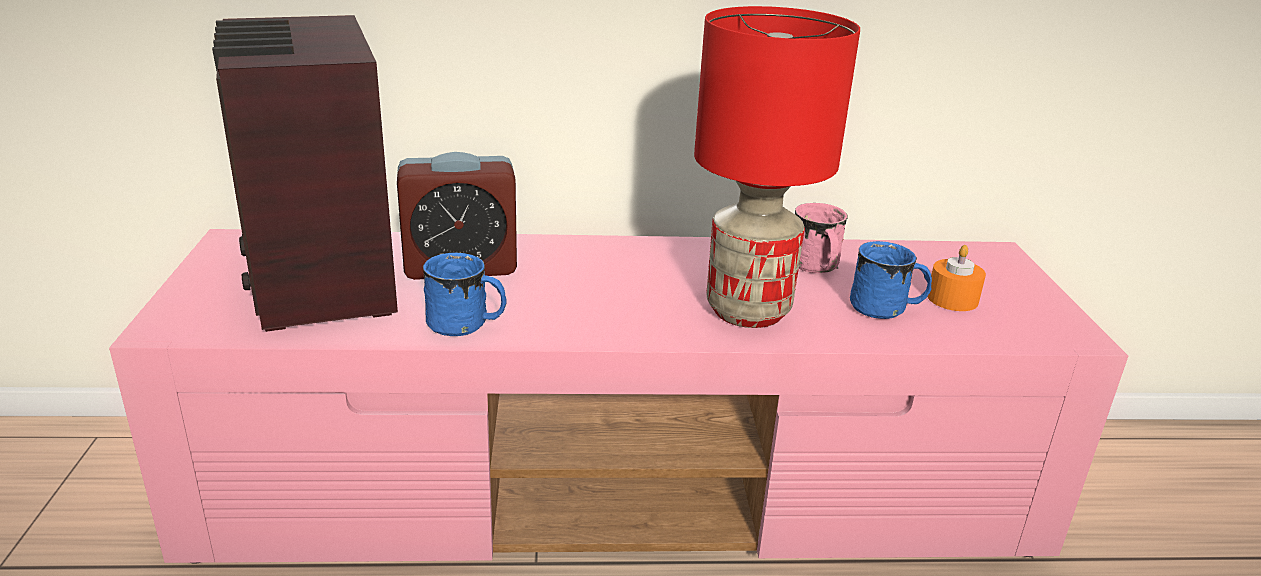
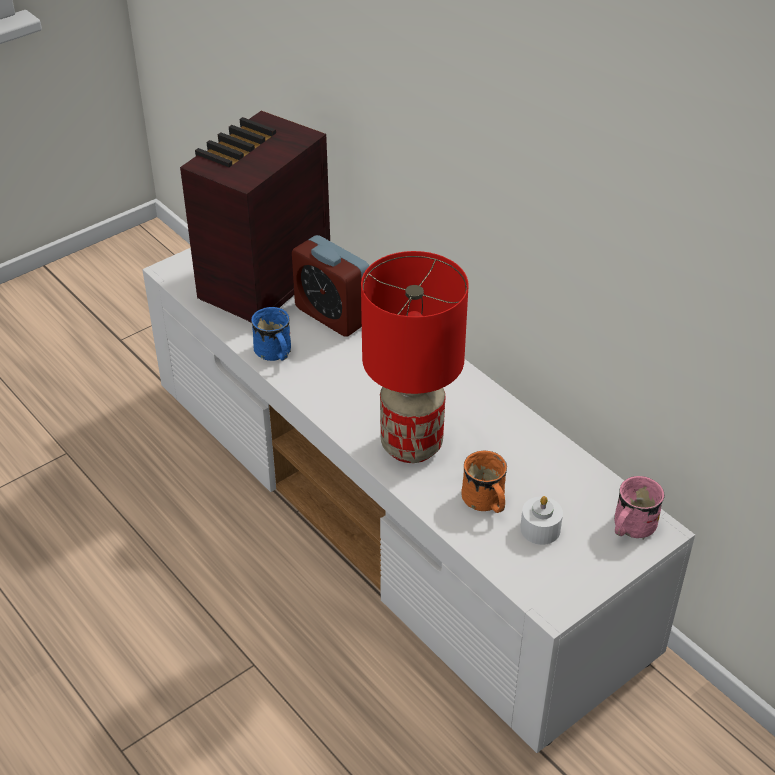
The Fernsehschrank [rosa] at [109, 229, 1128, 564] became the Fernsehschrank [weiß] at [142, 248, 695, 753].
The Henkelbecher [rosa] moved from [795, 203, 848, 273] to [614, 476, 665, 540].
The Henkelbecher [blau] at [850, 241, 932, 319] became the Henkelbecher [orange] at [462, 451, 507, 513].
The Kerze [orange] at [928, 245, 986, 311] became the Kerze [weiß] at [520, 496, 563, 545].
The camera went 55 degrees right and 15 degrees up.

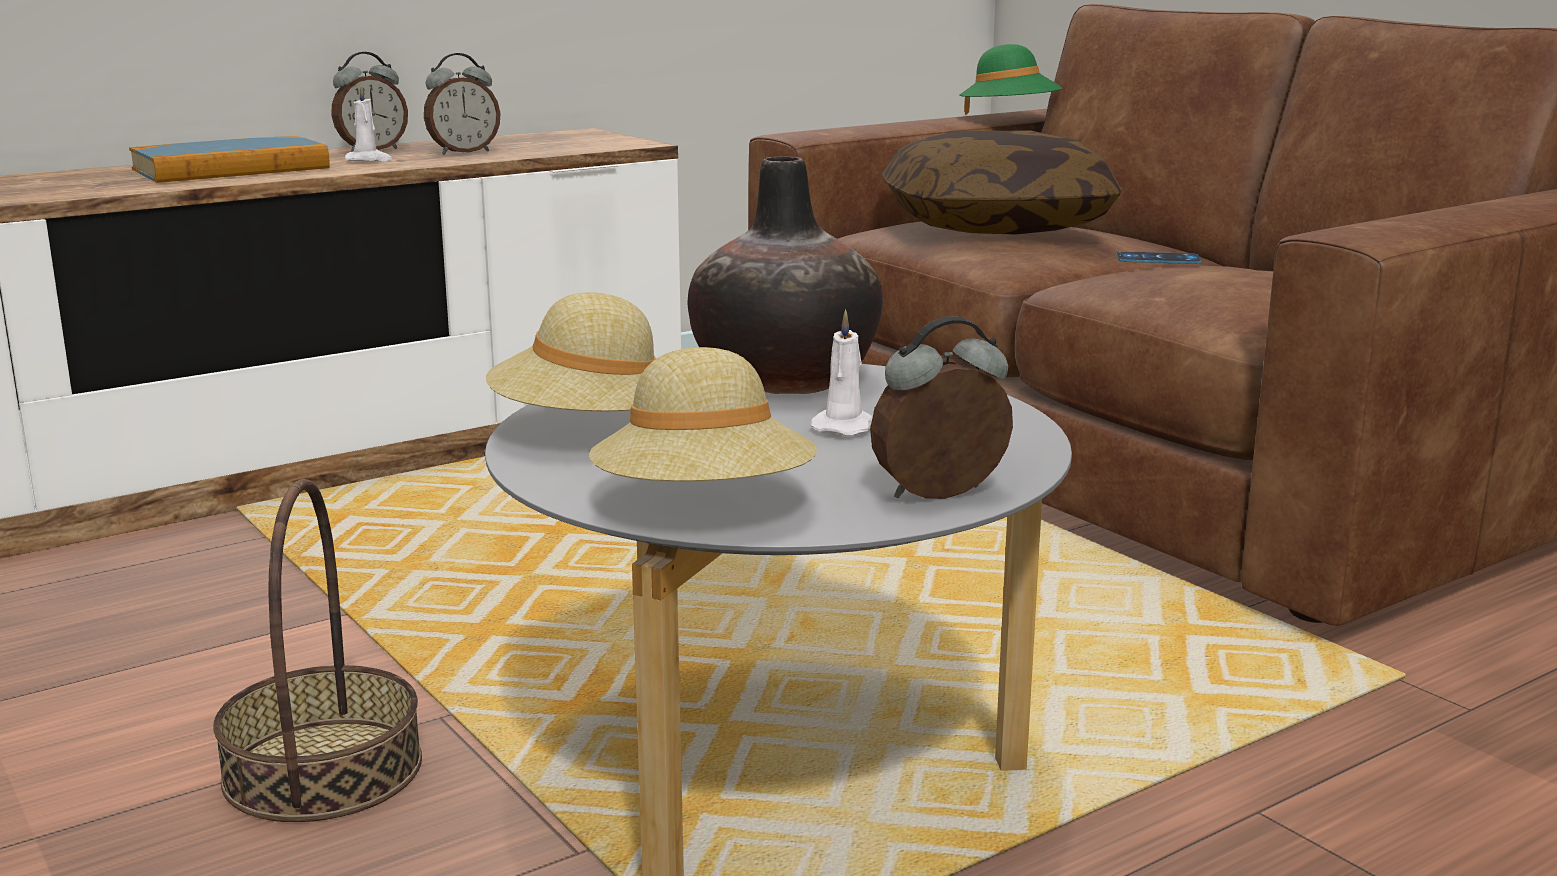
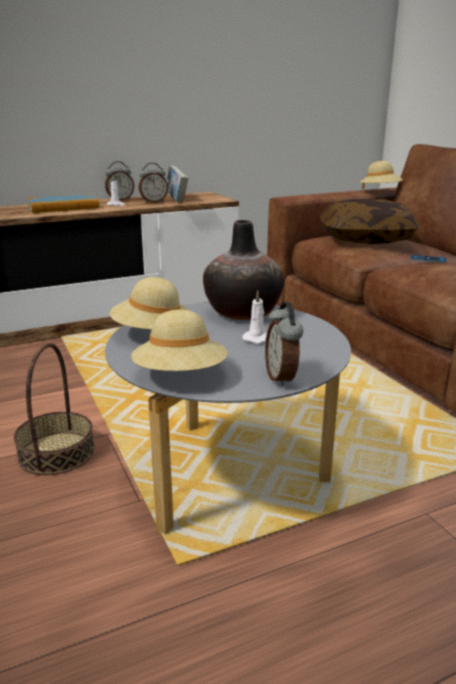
The Wecker at [870, 316, 1013, 499] turned 90 degrees counterclockwise.
The Hut [grün] at [960, 44, 1062, 115] became the Hut [beige] at [360, 161, 403, 190].
The Buch at [167, 165, 189, 203] appeared.
The camera went 10 degrees right and 5 degrees up.

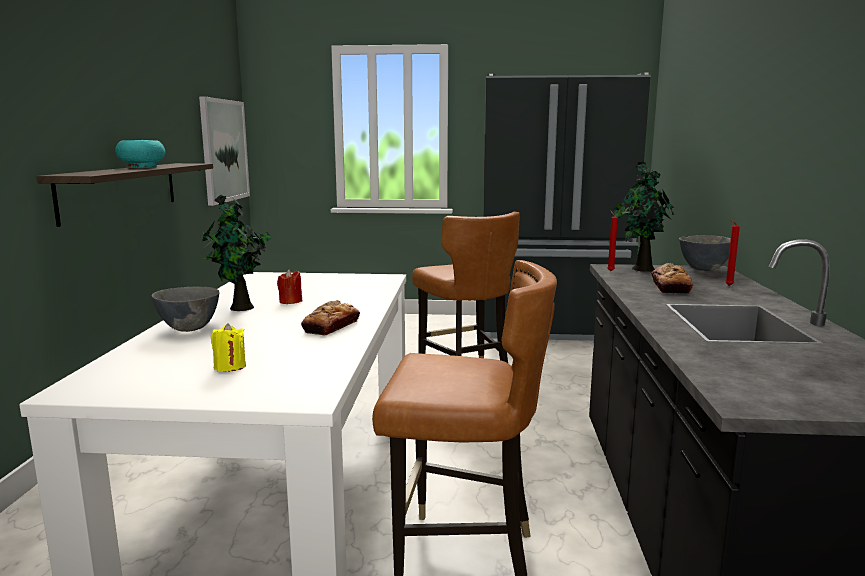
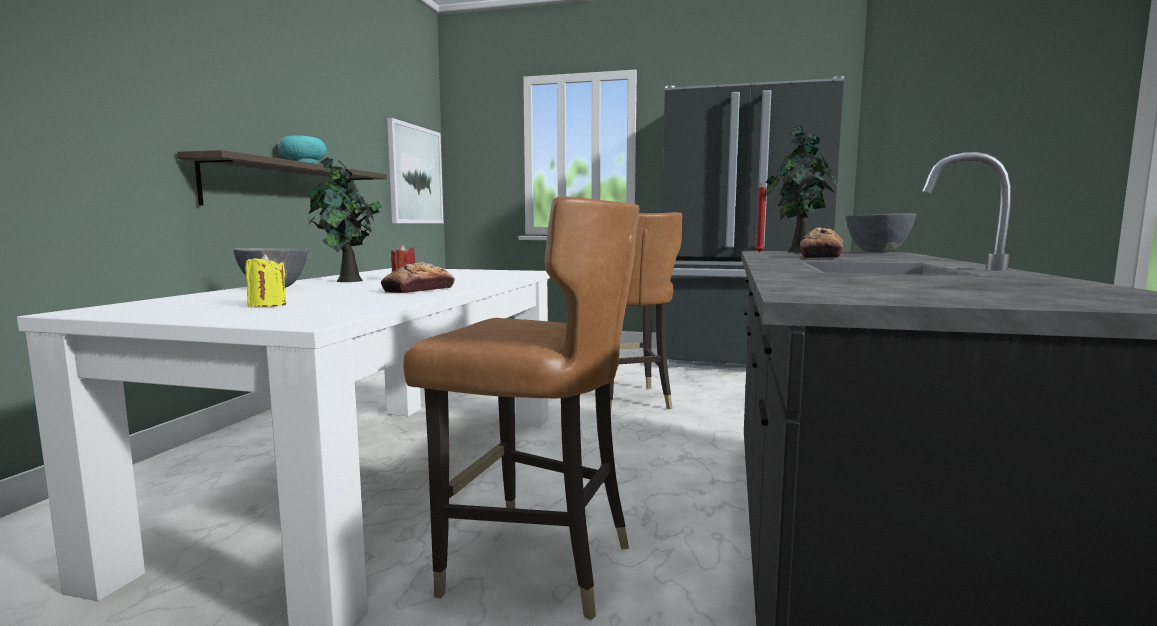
The Kerze [rot] at [725, 219, 740, 286] disappeared.
The camera went 10 degrees right and 5 degrees down.

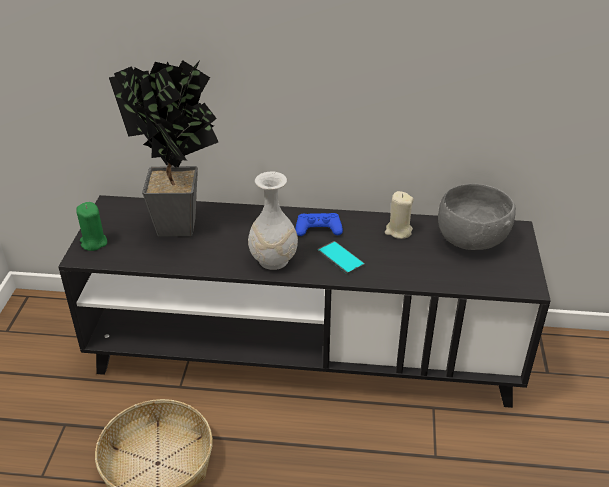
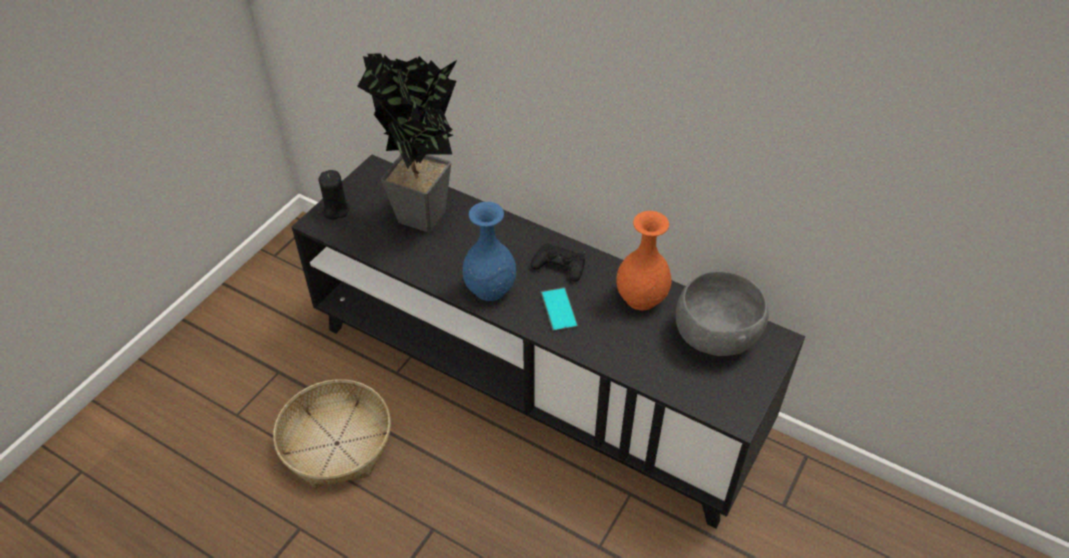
The Kerze [grün] at [76, 202, 107, 251] became the Kerze [schwarz] at [319, 170, 350, 220].
The Vase [weiß] at [248, 172, 298, 270] became the Vase [blau] at [462, 202, 516, 301].
The Gamepad [blau] at [295, 213, 343, 236] became the Gamepad [schwarz] at [531, 244, 585, 282].
The Kerze [beige] at [385, 191, 414, 239] was replaced by the Vase [orange] at [616, 211, 672, 310].
The camera went 25 degrees right and 10 degrees up.

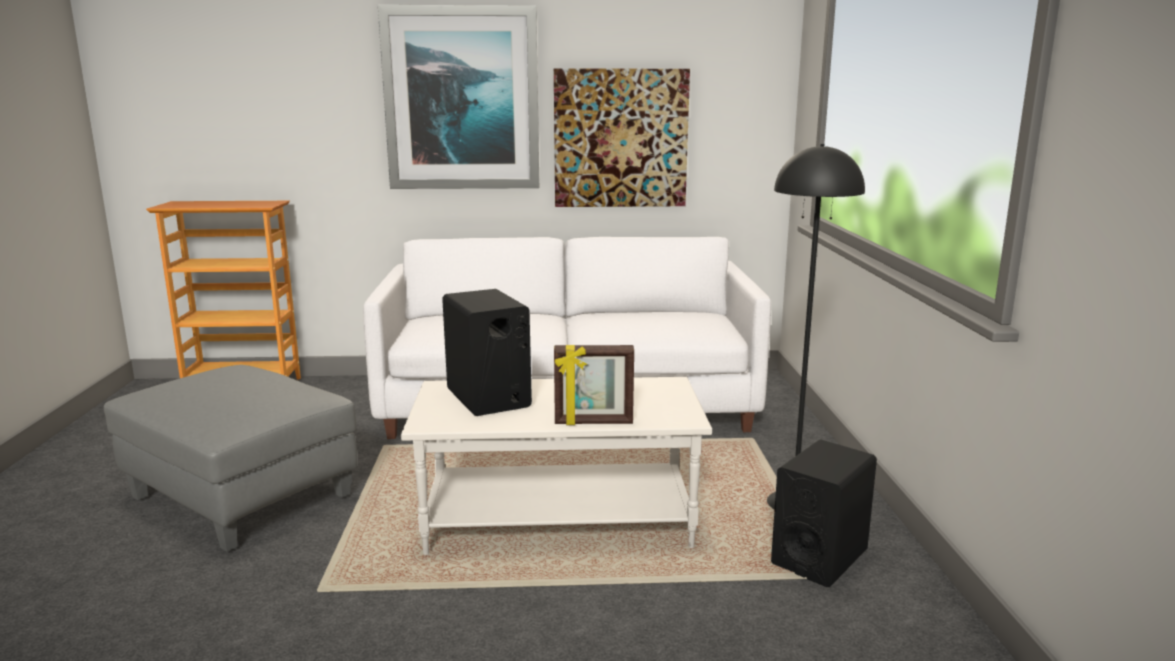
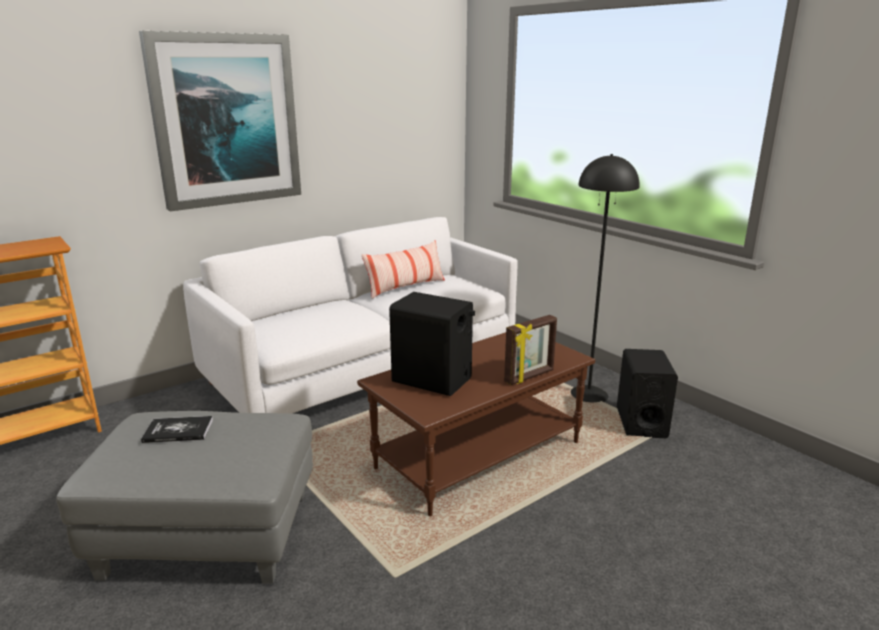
The Couchtisch [weiß] at [401, 377, 712, 555] became the Couchtisch [braun] at [357, 332, 595, 516].
The Bild at [554, 69, 690, 207] disappeared.
The Buch at [141, 416, 213, 443] appeared.
The Kissen at [361, 240, 445, 299] appeared.
The camera went 35 degrees left and 5 degrees up.

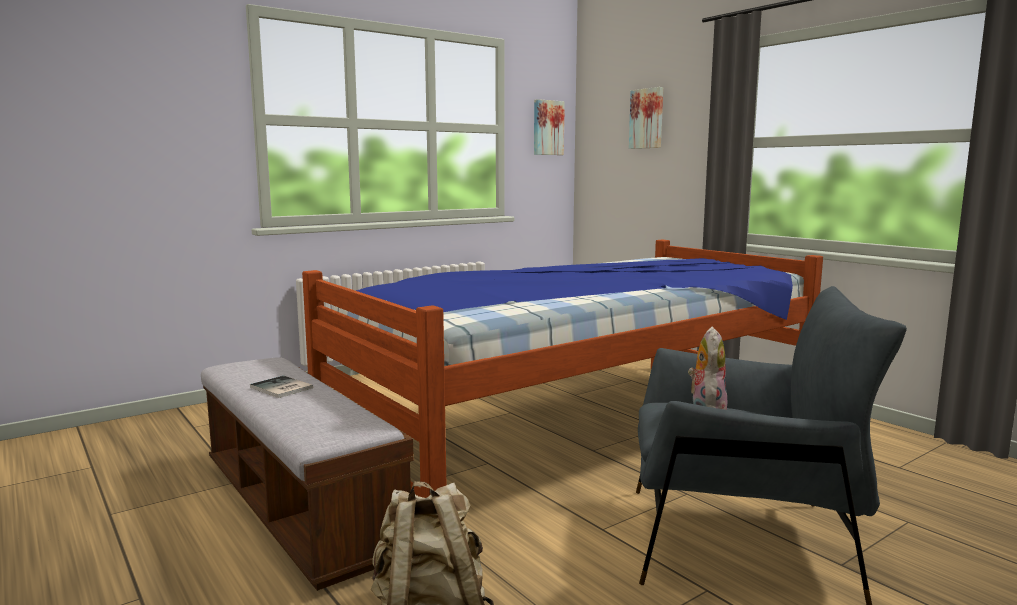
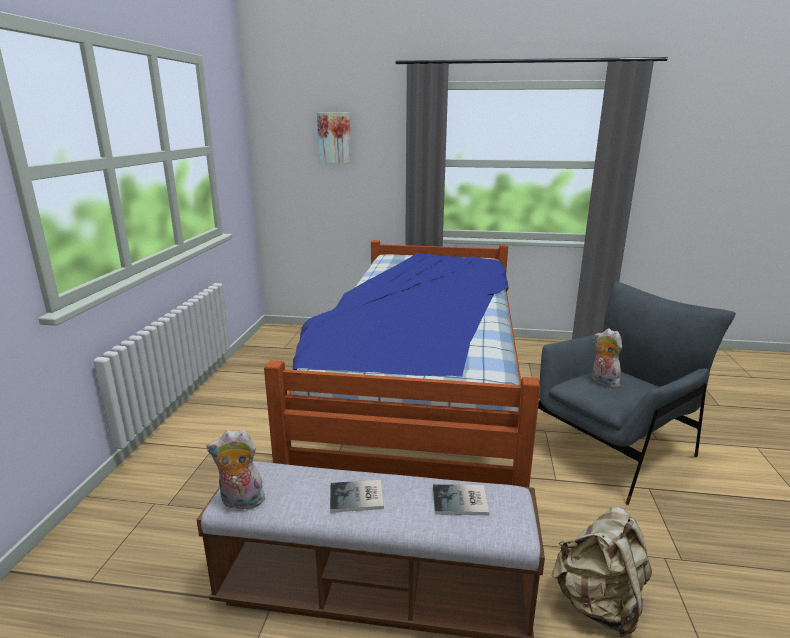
The Bild at [534, 99, 565, 155] disappeared.
The Plüschtier at [207, 429, 267, 511] appeared.
The Buch at [433, 484, 489, 515] appeared.
The camera went 45 degrees left and 10 degrees up.

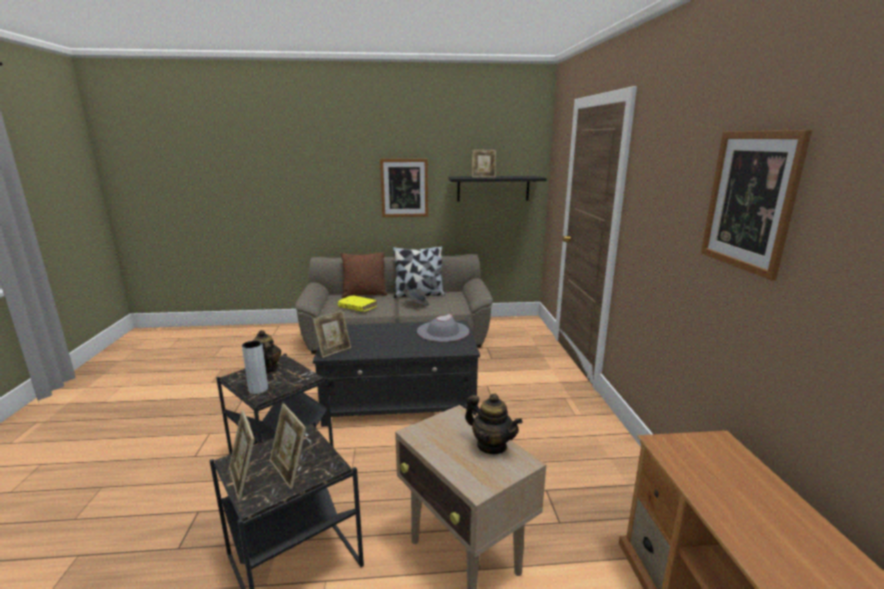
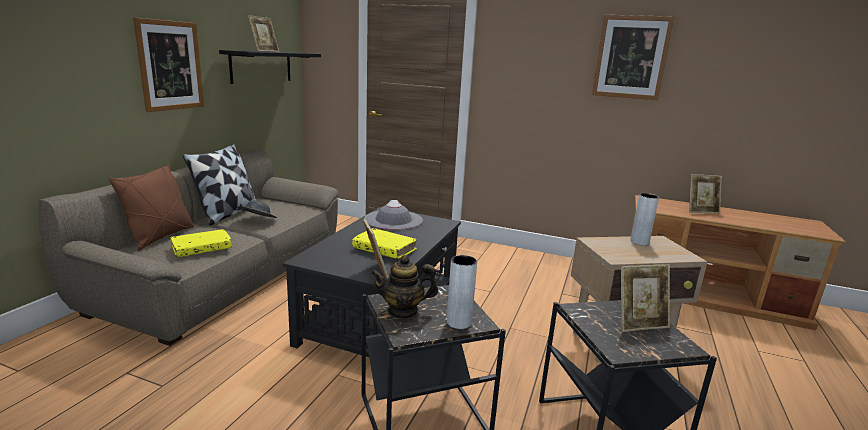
The Bilderrahmen moved from [229, 410, 254, 501] to [689, 174, 722, 214].
The Teekanne at [465, 393, 523, 454] was replaced by the Vase [grau] at [630, 193, 659, 245].
The Buch [gelb] at [352, 228, 417, 259] appeared.
The camera went 65 degrees left and 0 degrees up.

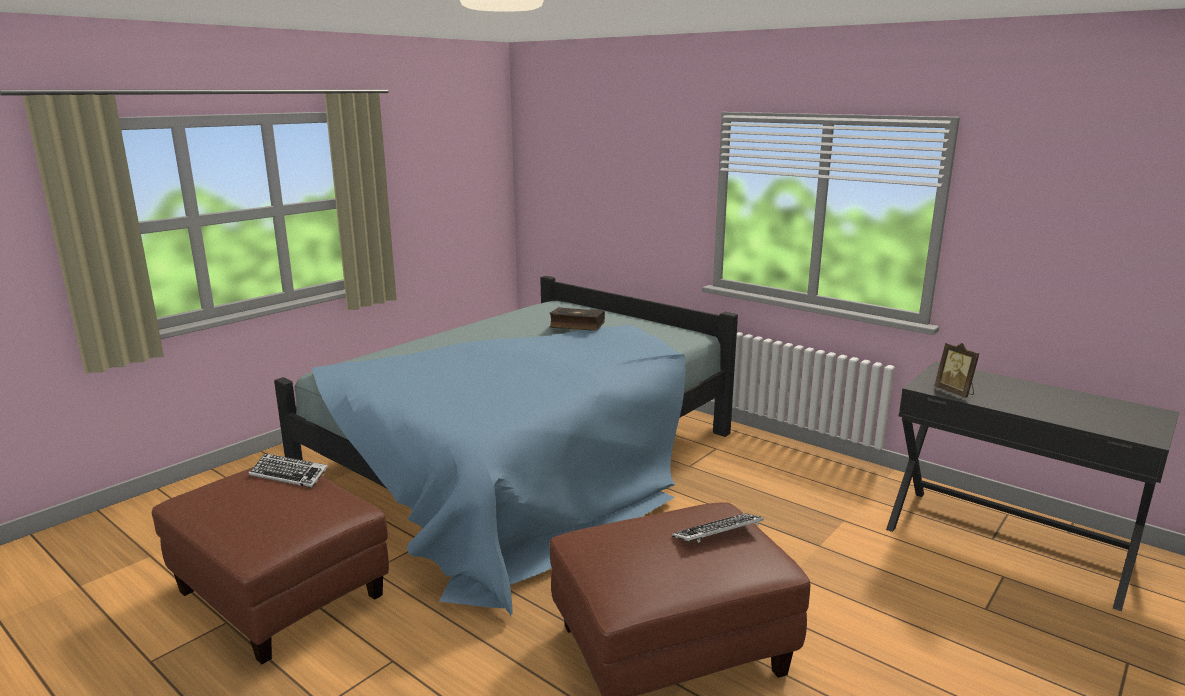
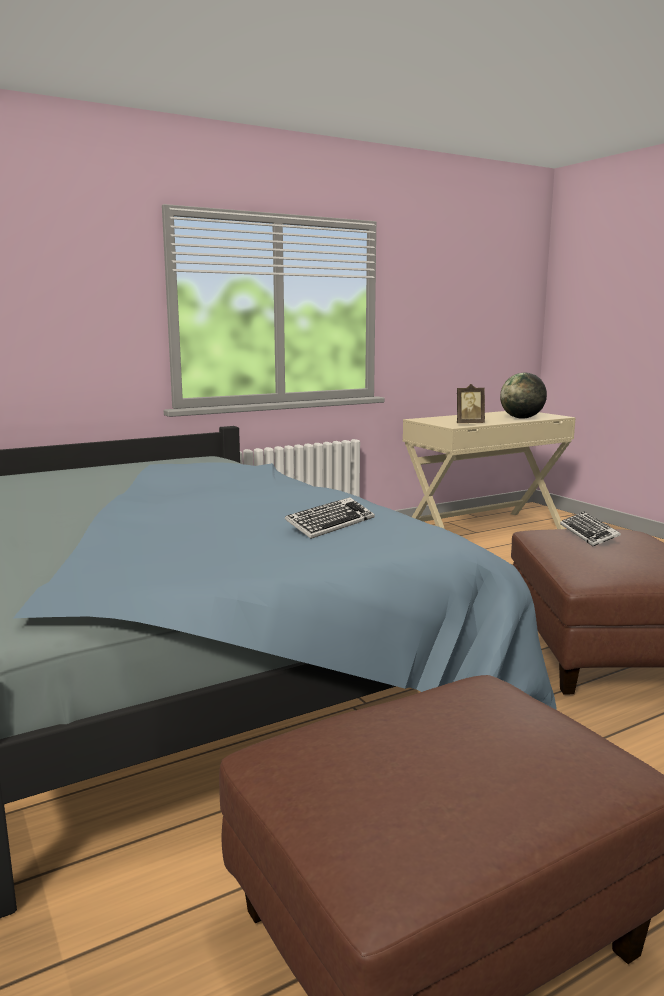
The Tastatur moved from [249, 453, 328, 488] to [285, 497, 375, 539].
The Buch at [550, 307, 605, 331] disappeared.
The Schreibtisch [schwarz] at [886, 362, 1179, 611] became the Schreibtisch [beige] at [403, 411, 576, 529].
The Globus at [500, 373, 547, 419] appeared.
The camera went 70 degrees left and 5 degrees down.

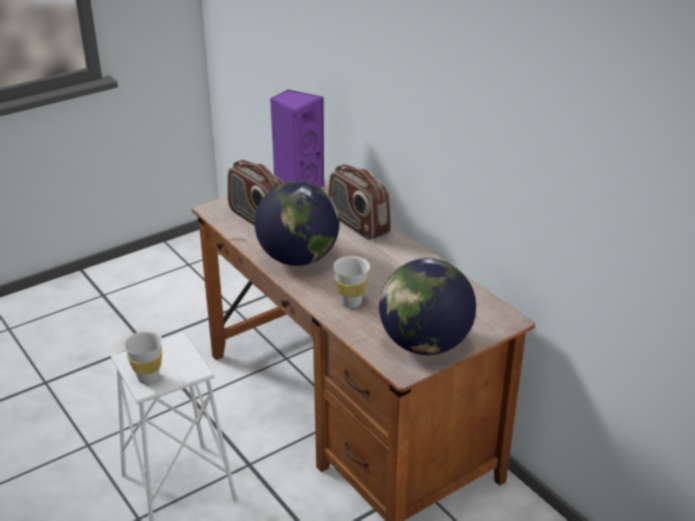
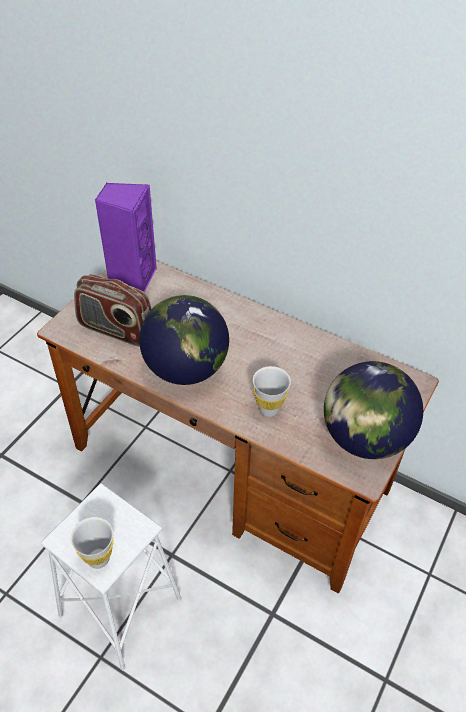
The Radio at [328, 164, 391, 240] disappeared.
The camera went 25 degrees left and 15 degrees up.

